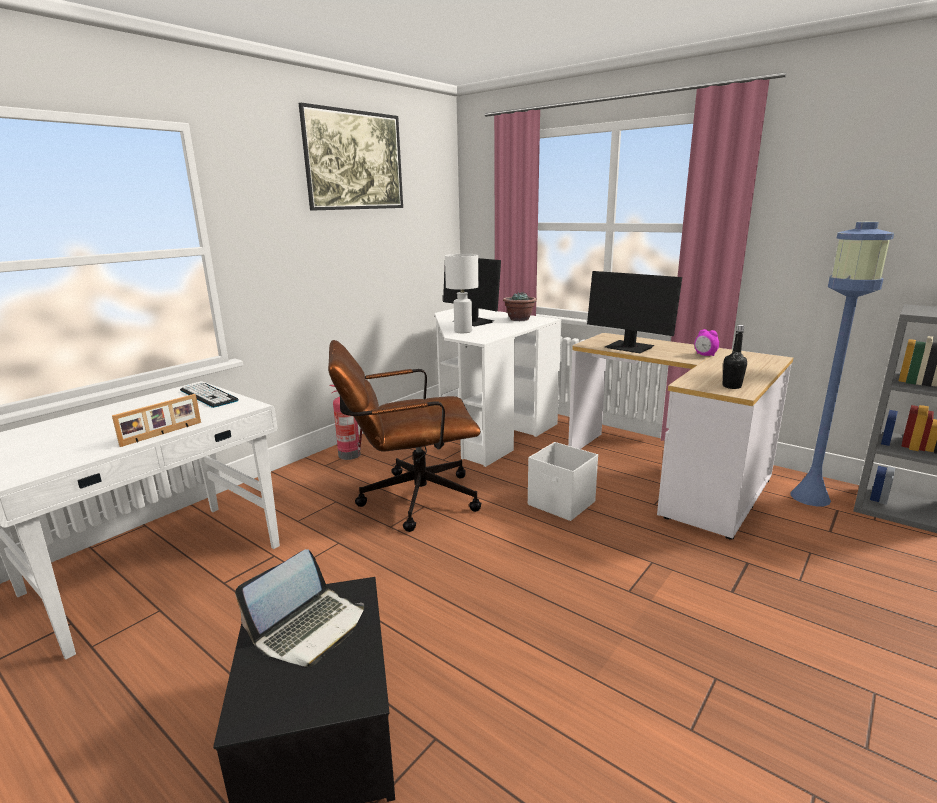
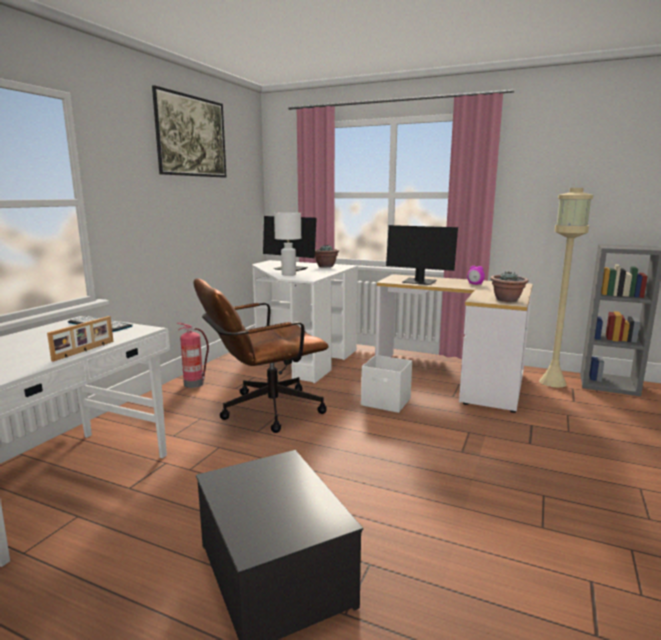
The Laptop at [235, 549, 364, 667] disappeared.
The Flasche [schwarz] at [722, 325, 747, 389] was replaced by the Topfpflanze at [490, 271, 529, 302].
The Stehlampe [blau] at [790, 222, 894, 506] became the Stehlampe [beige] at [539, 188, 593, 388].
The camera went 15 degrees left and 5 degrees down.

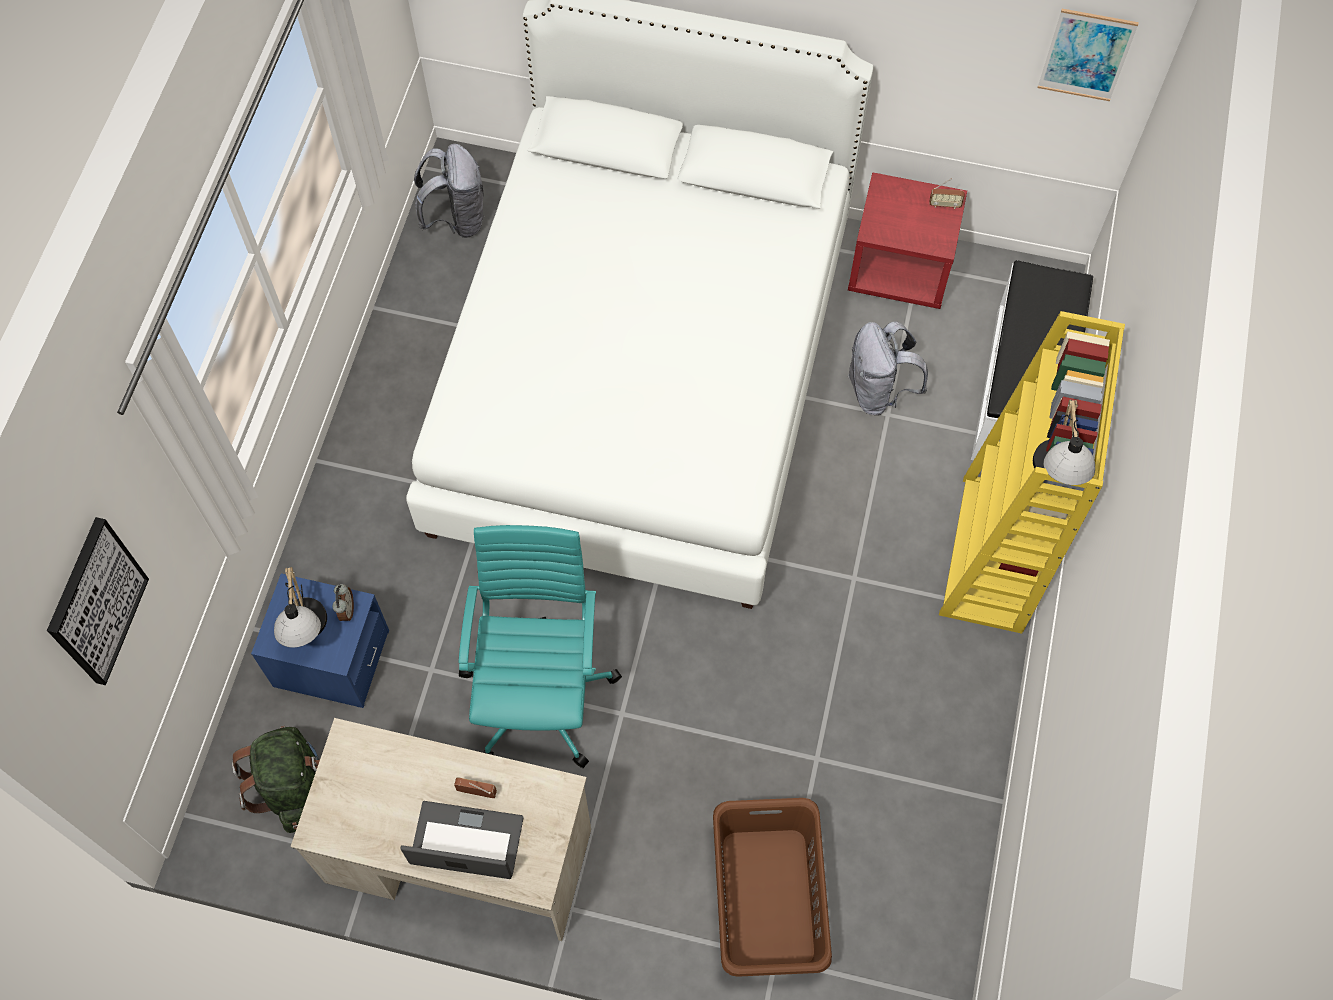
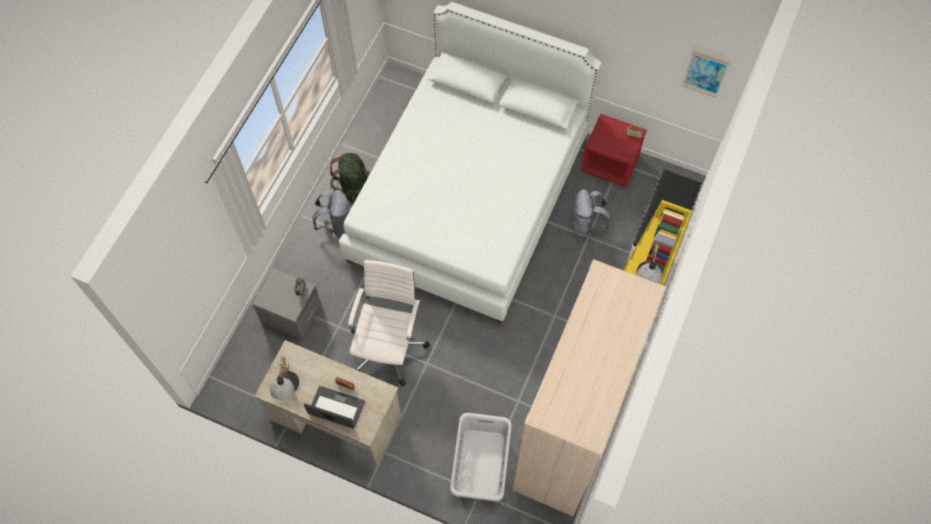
The Bild at [47, 517, 149, 685] disappeared.
The Rucksack [grün] moved from [232, 726, 320, 833] to [330, 153, 371, 202].
The Nachttisch [blau] at [251, 573, 389, 708] became the Nachttisch [grau] at [252, 268, 321, 340].
The Tischlampe moved from [274, 567, 327, 648] to [270, 356, 299, 399].
The Rucksack [grau] moved from [414, 144, 485, 238] to [313, 190, 350, 236].
The Bürostuhl [türkis] at [459, 525, 622, 768] became the Bürostuhl [weiß] at [348, 260, 430, 386].
The Wäschekorb [braun] at [713, 798, 832, 977] became the Wäschekorb [grau] at [450, 413, 512, 501].
The Kleiderschrank [beige] at [512, 260, 666, 516] appeared.
The camera went 10 degrees right and 0 degrees up.

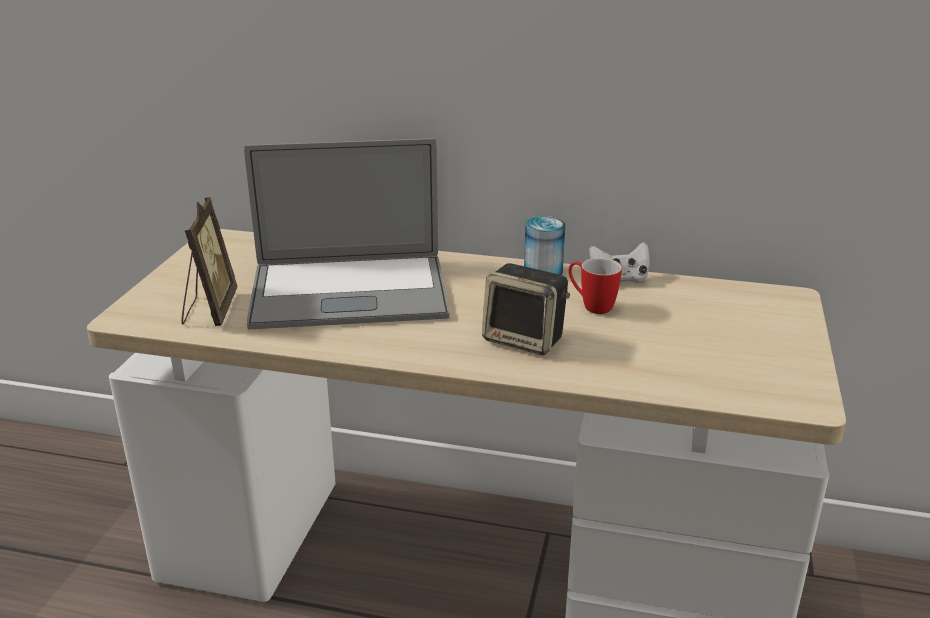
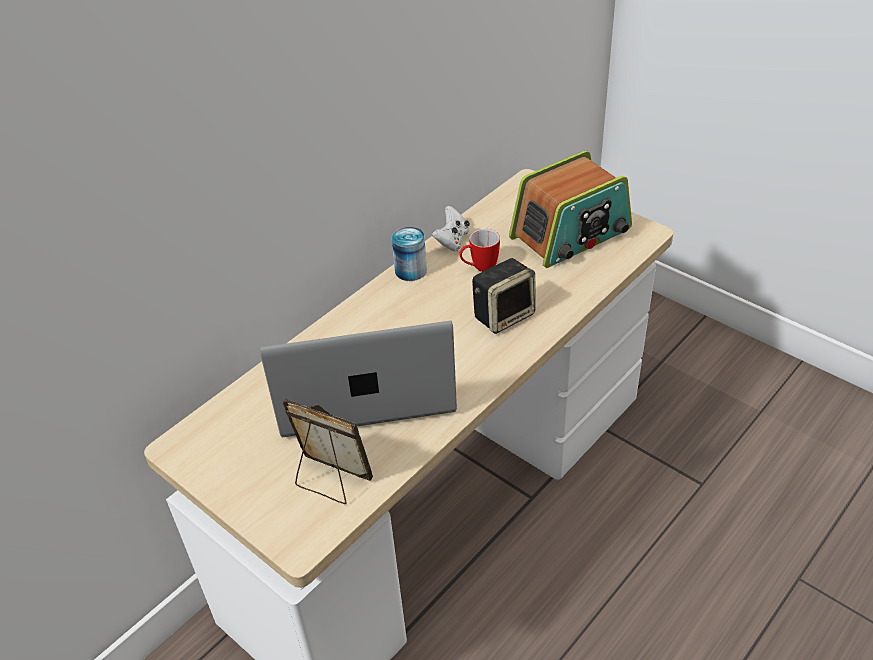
The Laptop at [244, 138, 450, 329] turned 120 degrees counterclockwise.
The Radio at [509, 150, 632, 268] appeared.
The camera went 60 degrees left and 15 degrees up.

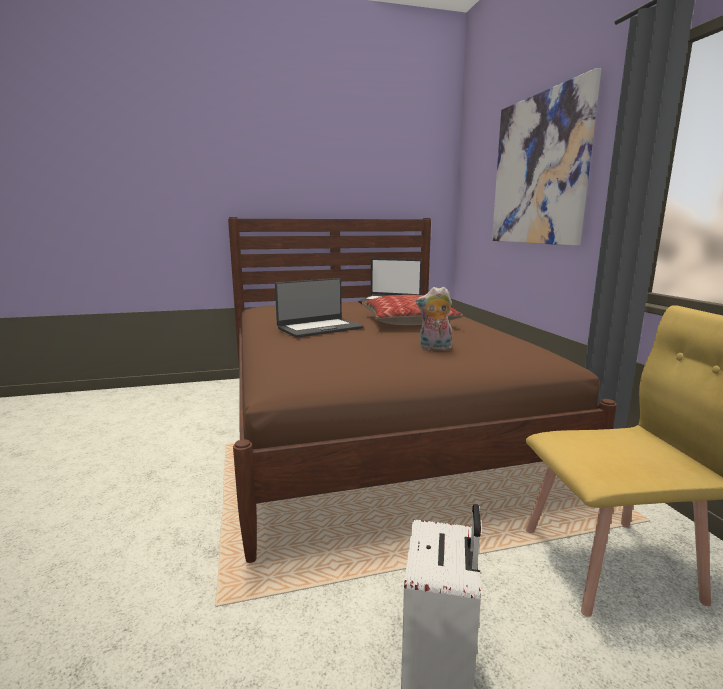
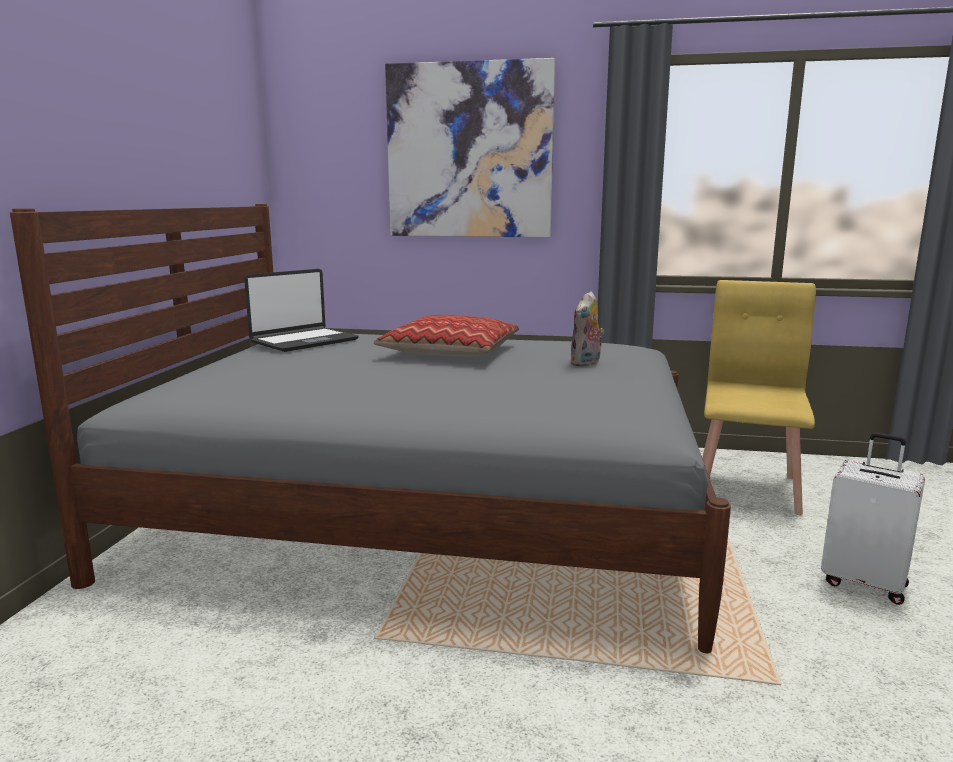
The Bett [braun] at [228, 217, 617, 563] became the Bett [grau] at [10, 204, 731, 653].
The Laptop at [275, 278, 363, 338] disappeared.
The camera went 65 degrees left and 0 degrees up.

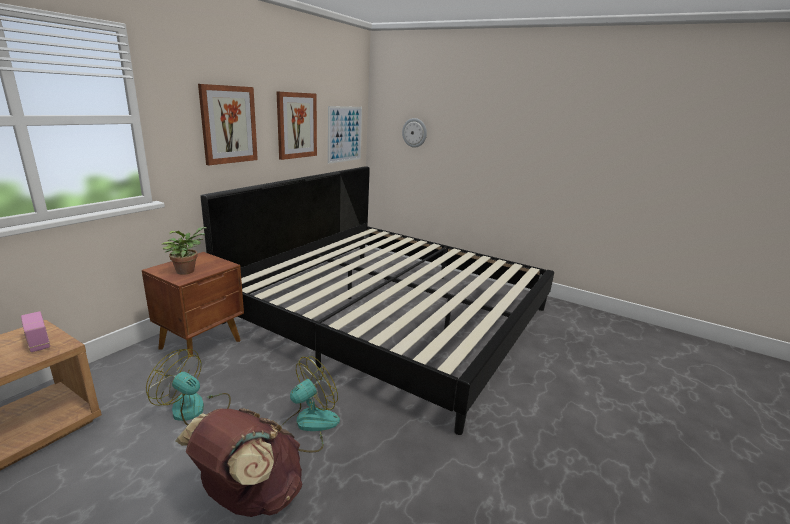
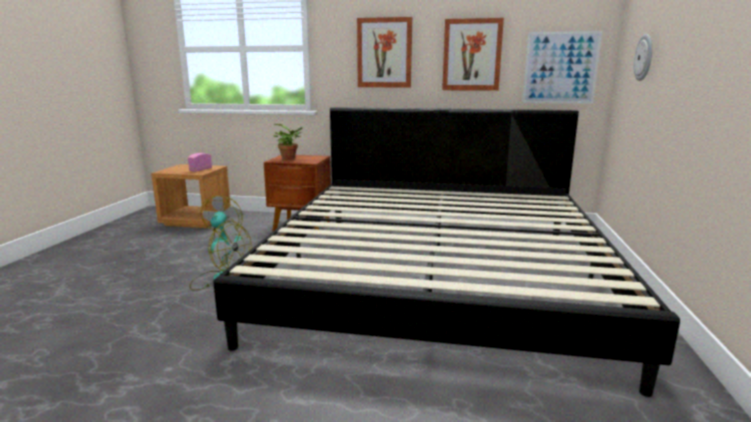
The Rucksack [braun] at [175, 408, 302, 517] disappeared.
The camera went 70 degrees right and 5 degrees down.

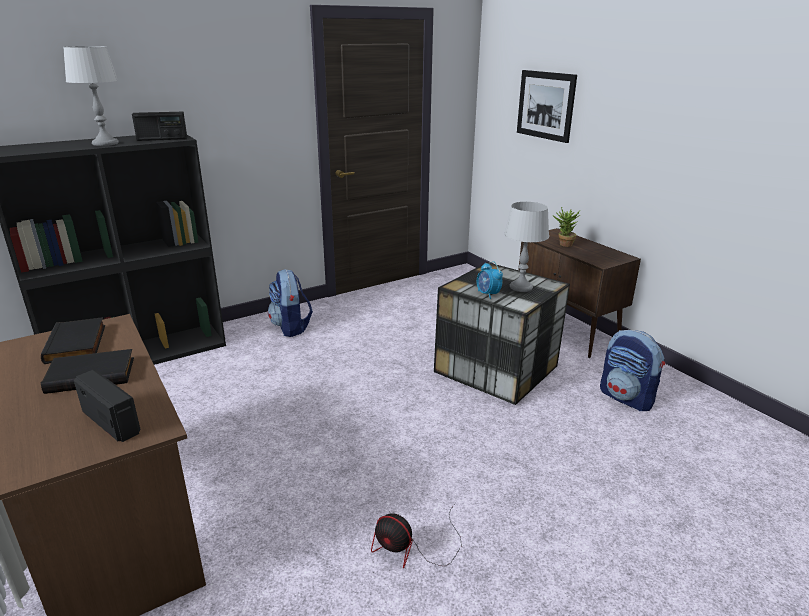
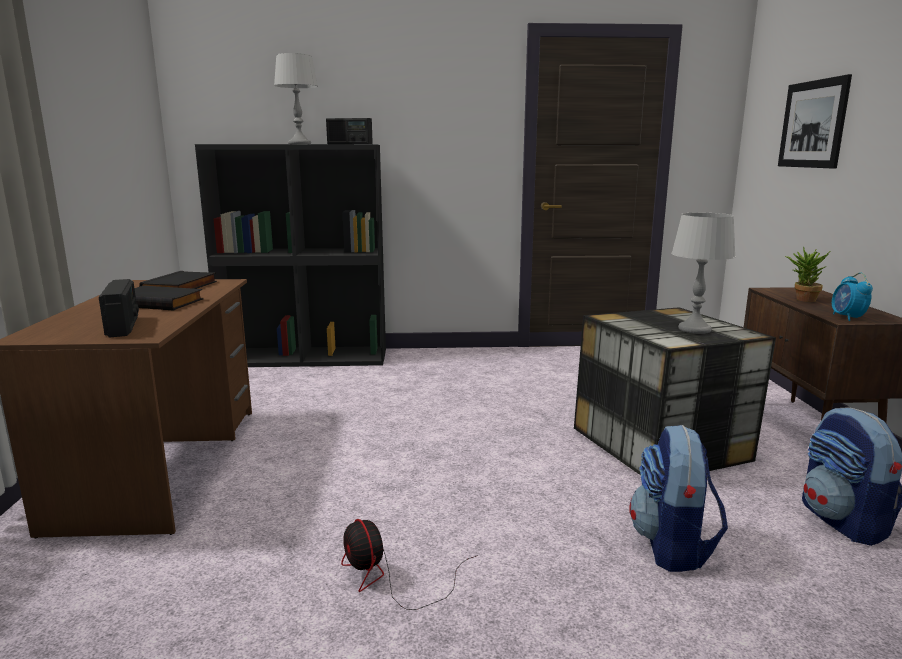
The Rucksack moved from [268, 269, 313, 337] to [629, 425, 728, 572].
The Wecker moved from [477, 261, 503, 299] to [832, 272, 873, 321].
The camera went 30 degrees right and 10 degrees down.

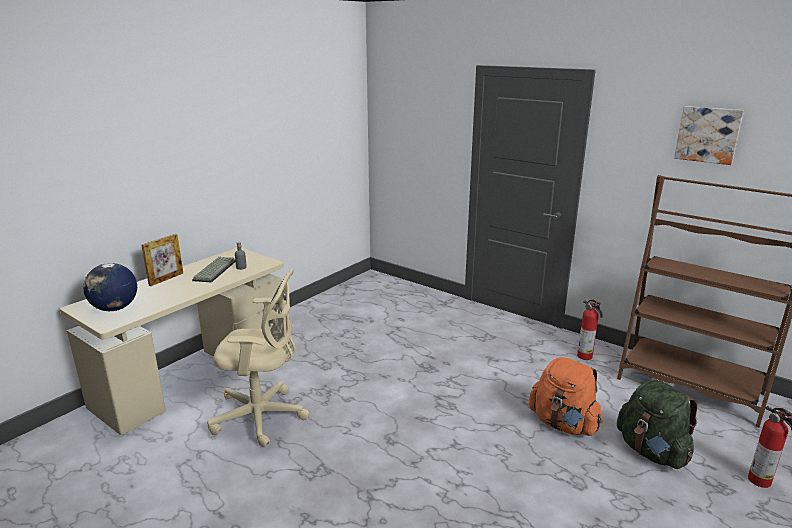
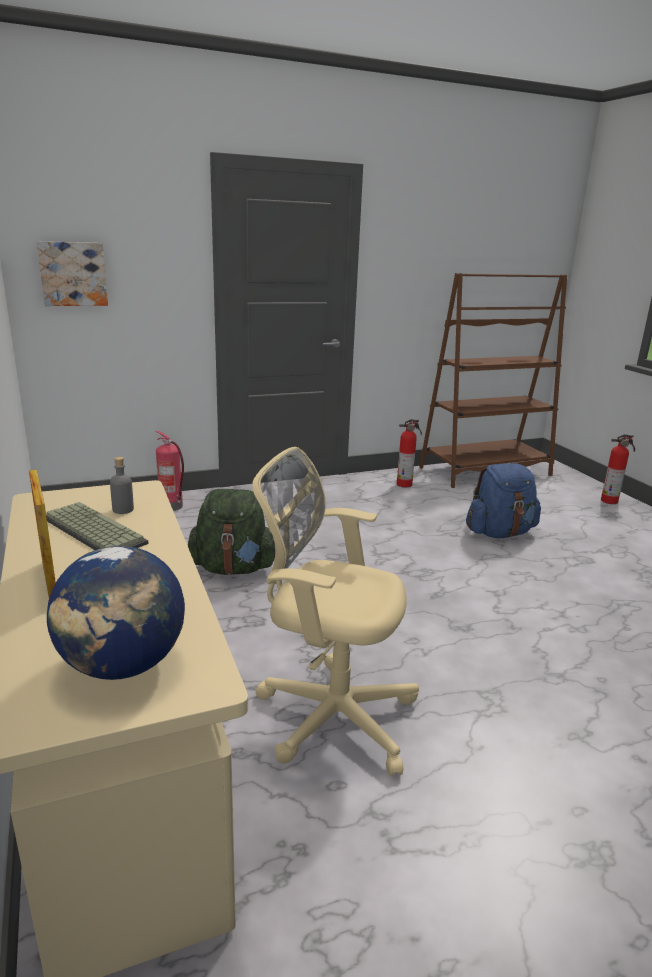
The Bürostuhl [beige] at [207, 269, 309, 447] turned 105 degrees counterclockwise.
The Rucksack [orange] at [529, 357, 602, 436] became the Rucksack [blau] at [466, 463, 541, 538].
The Rucksack [grün] moved from [617, 380, 698, 469] to [188, 489, 275, 575].
The Bild moved from [674, 106, 744, 165] to [37, 241, 108, 306].
The Feuerlöscher at [156, 431, 184, 511] appeared.
The camera went 60 degrees left and 0 degrees up.

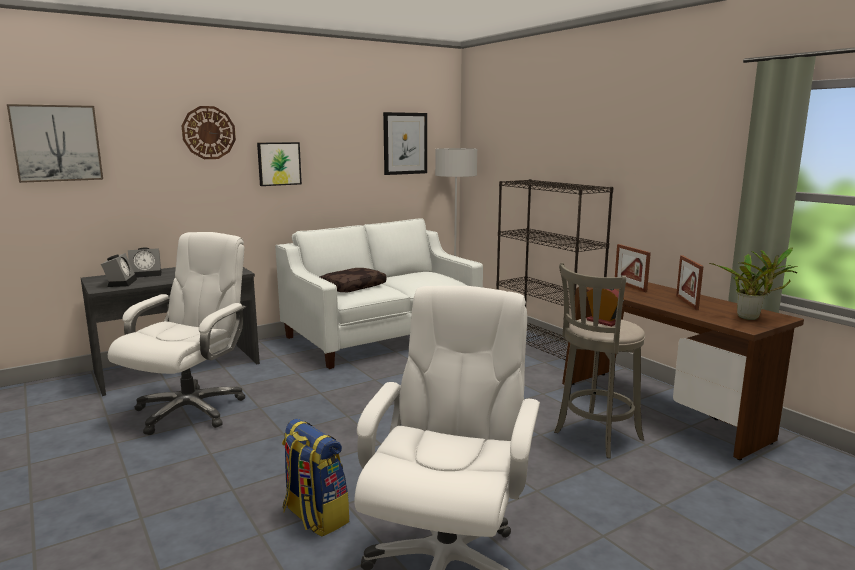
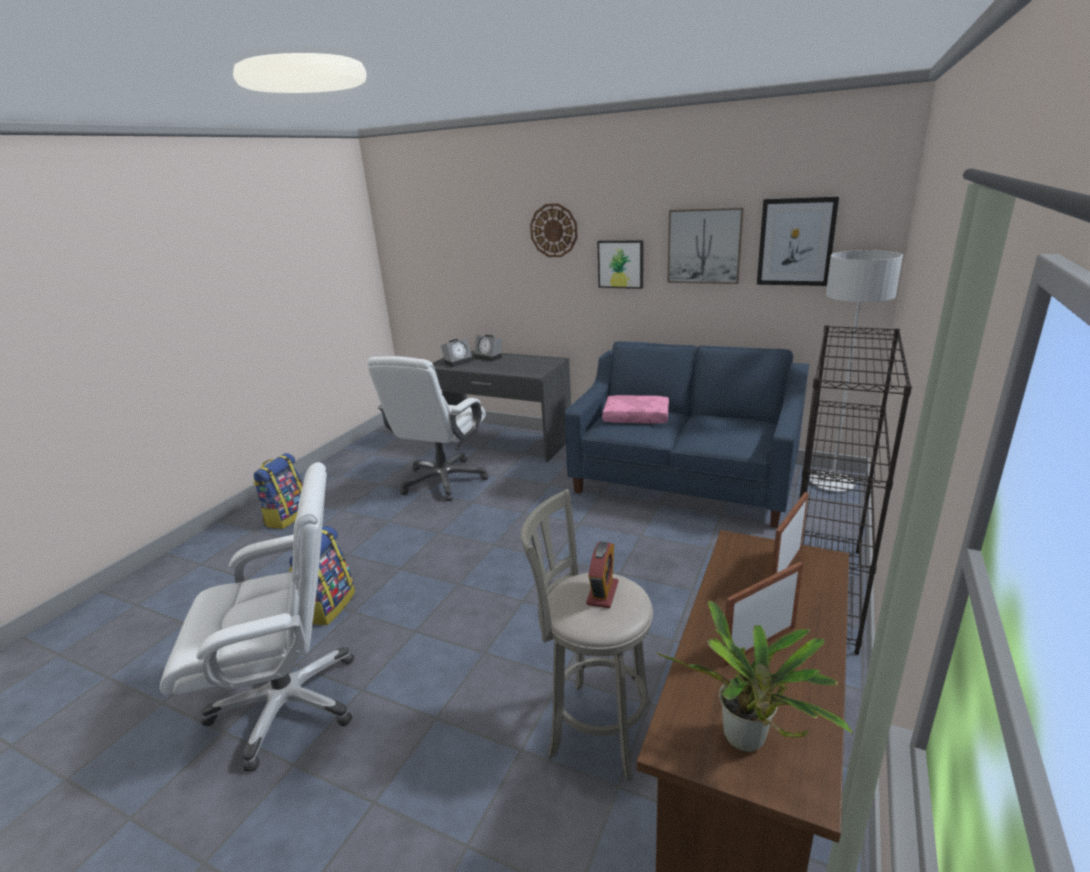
The Bild moved from [7, 104, 103, 183] to [667, 207, 744, 284].
The Bürostuhl [weiß] at [108, 232, 246, 435] turned 120 degrees clockwise.
The Sofa [weiß] at [275, 218, 483, 369] became the Sofa [blau] at [565, 341, 809, 528].
The Kissen [braun] at [320, 268, 386, 293] became the Kissen [rosa] at [602, 395, 669, 424].
The Rucksack at [253, 453, 303, 529] appeared.
The camera went 60 degrees right and 10 degrees up.

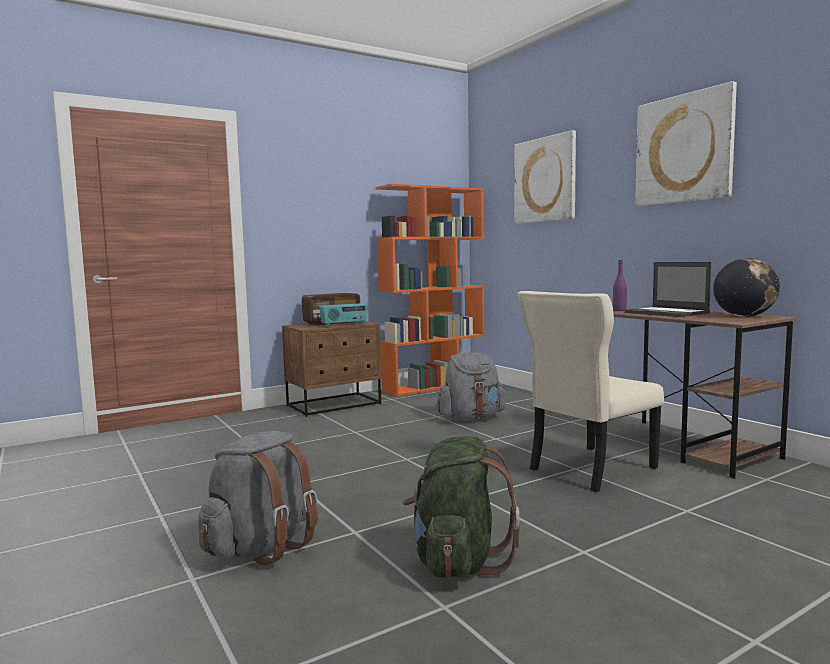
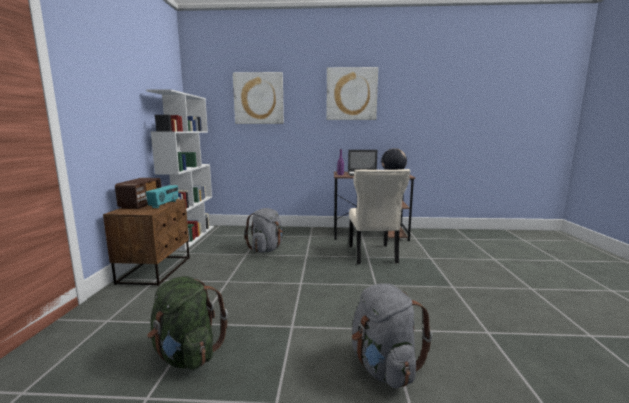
The Bücherregal [orange] at [376, 184, 484, 397] became the Bücherregal [weiß] at [146, 89, 214, 251].
The Rucksack [grün] moved from [403, 436, 520, 578] to [147, 276, 228, 370].
The camera went 55 degrees left and 5 degrees up.

